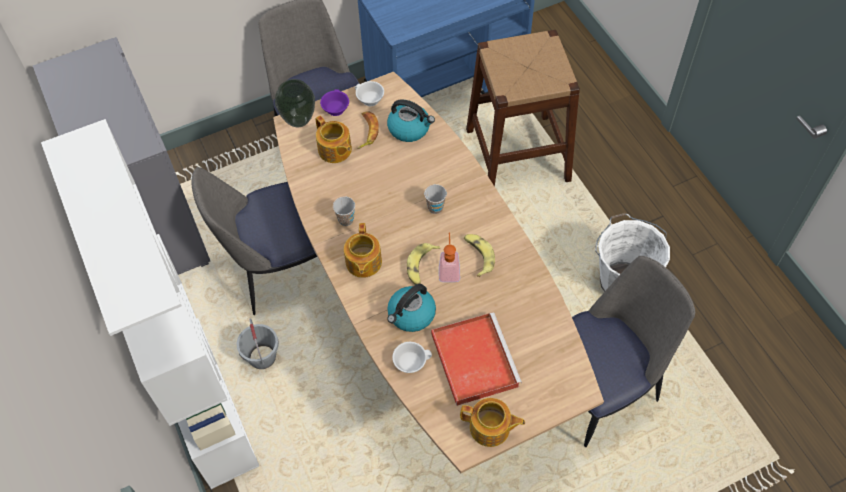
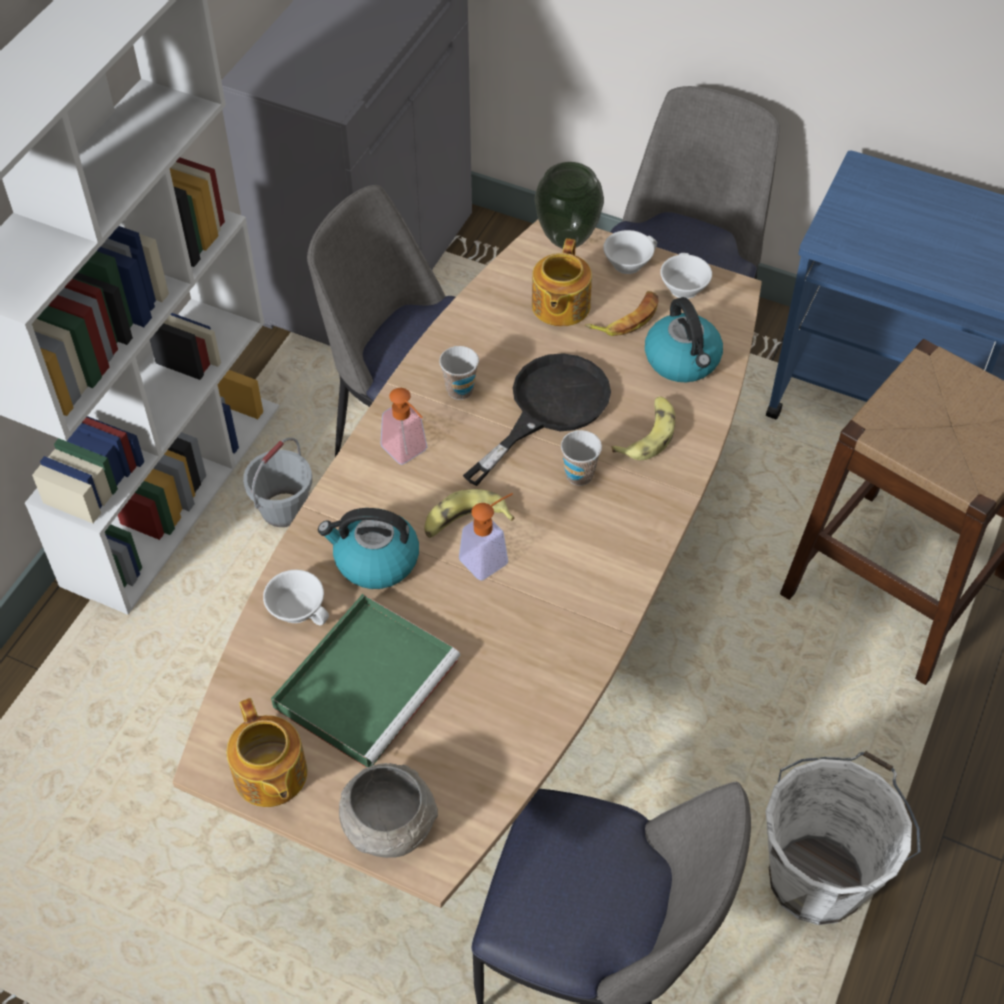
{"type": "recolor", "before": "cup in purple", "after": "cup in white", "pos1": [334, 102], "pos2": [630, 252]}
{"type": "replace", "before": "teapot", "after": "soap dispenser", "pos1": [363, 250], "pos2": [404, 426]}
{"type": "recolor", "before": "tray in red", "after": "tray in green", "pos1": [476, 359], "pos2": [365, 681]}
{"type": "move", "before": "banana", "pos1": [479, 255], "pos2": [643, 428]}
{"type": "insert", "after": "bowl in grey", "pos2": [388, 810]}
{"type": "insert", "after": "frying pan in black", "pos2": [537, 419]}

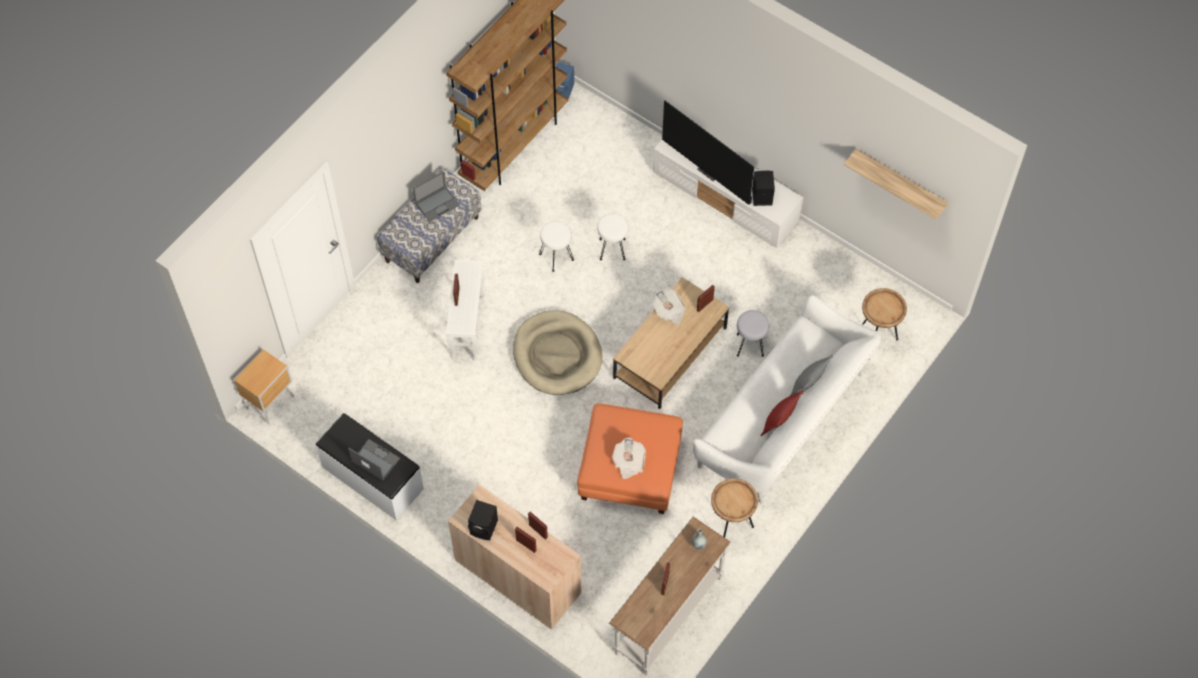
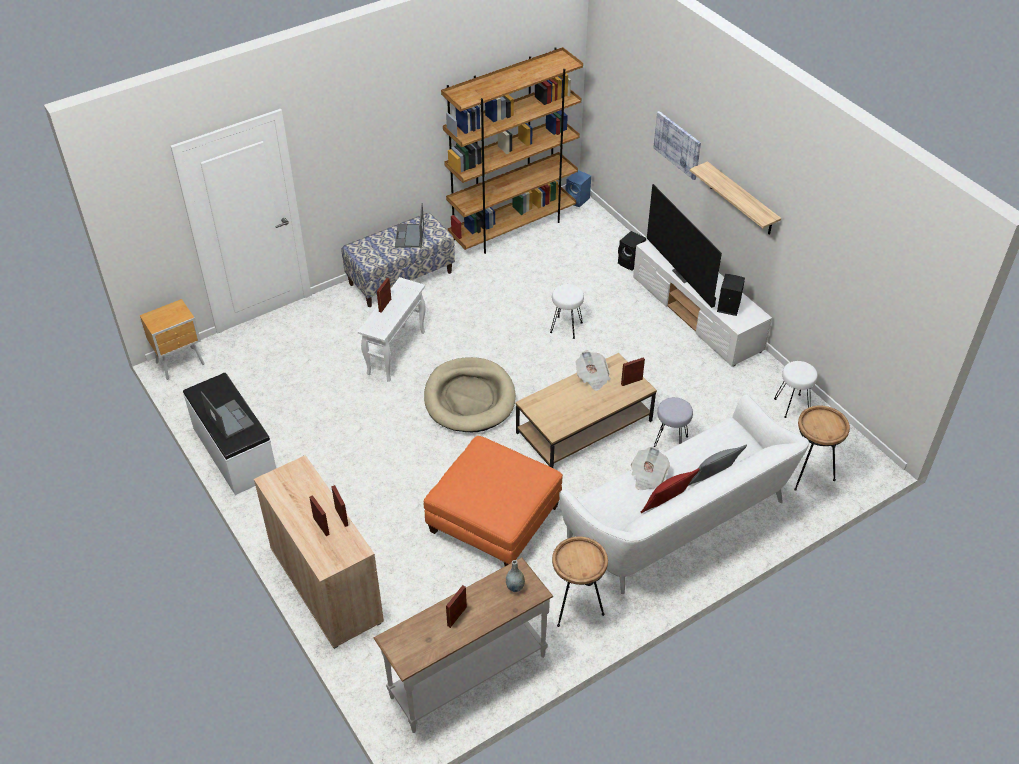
{"type": "rotate", "before": "laptop", "pos1": [436, 196], "pos2": [409, 225], "turn": 105}
{"type": "move", "before": "speaker in black", "pos1": [483, 520], "pos2": [632, 251]}
{"type": "move", "before": "stool in white", "pos1": [556, 246], "pos2": [796, 389]}
{"type": "move", "before": "newspaper", "pos1": [629, 458], "pos2": [650, 468]}
{"type": "move", "before": "shelf", "pos1": [896, 184], "pos2": [735, 198]}
{"type": "insert", "after": "picture", "pos2": [677, 145]}

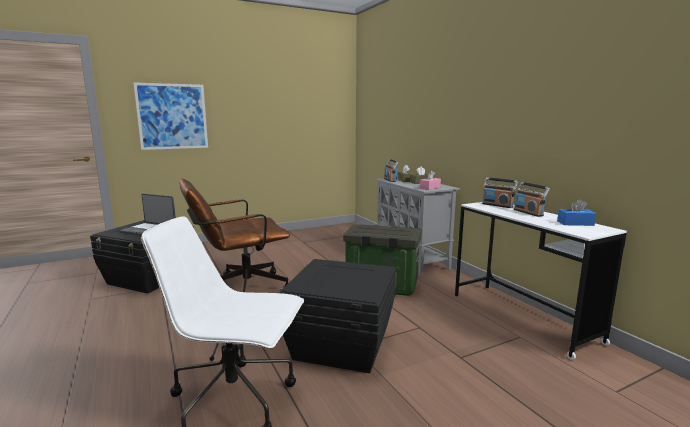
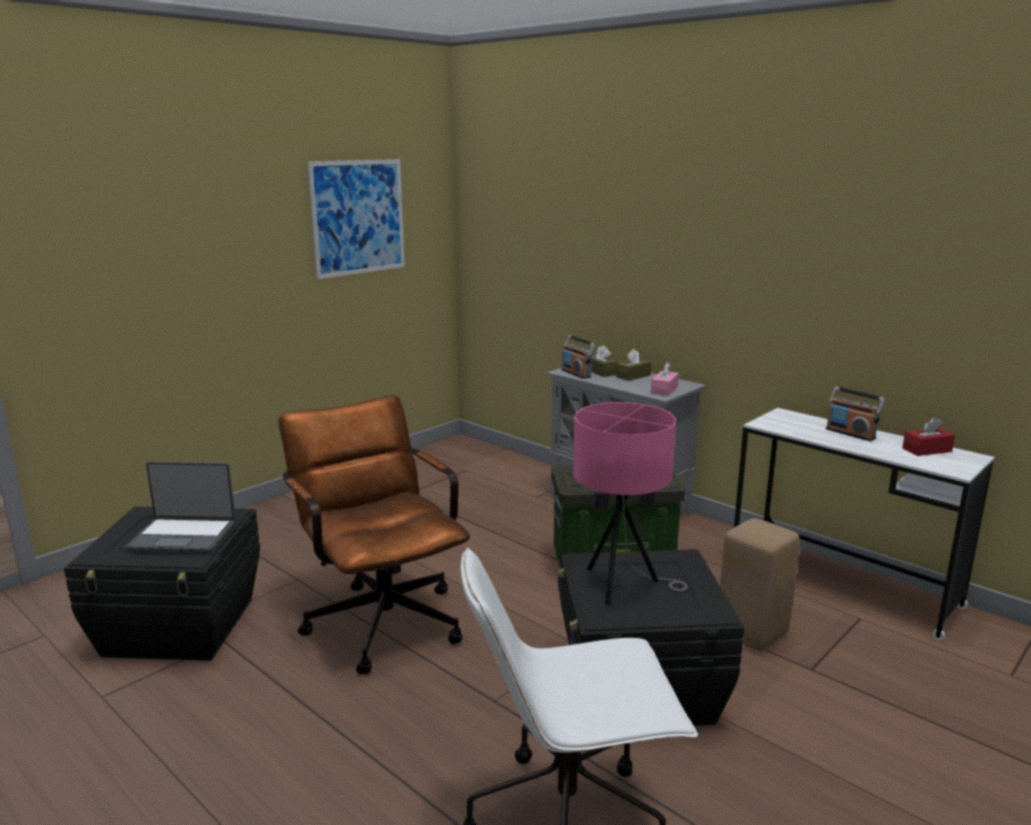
{"type": "move", "before": "picture", "pos1": [170, 116], "pos2": [356, 219]}
{"type": "rotate", "before": "office chair in brown", "pos1": [234, 235], "pos2": [374, 535], "turn": 105}
{"type": "delete", "before": "radio", "pos1": [500, 192]}
{"type": "recolor", "before": "tissue box in blue", "after": "tissue box in red", "pos1": [576, 212], "pos2": [928, 436]}
{"type": "insert", "after": "table lamp in pink", "pos2": [630, 503]}
{"type": "insert", "after": "stool in beige", "pos2": [760, 584]}

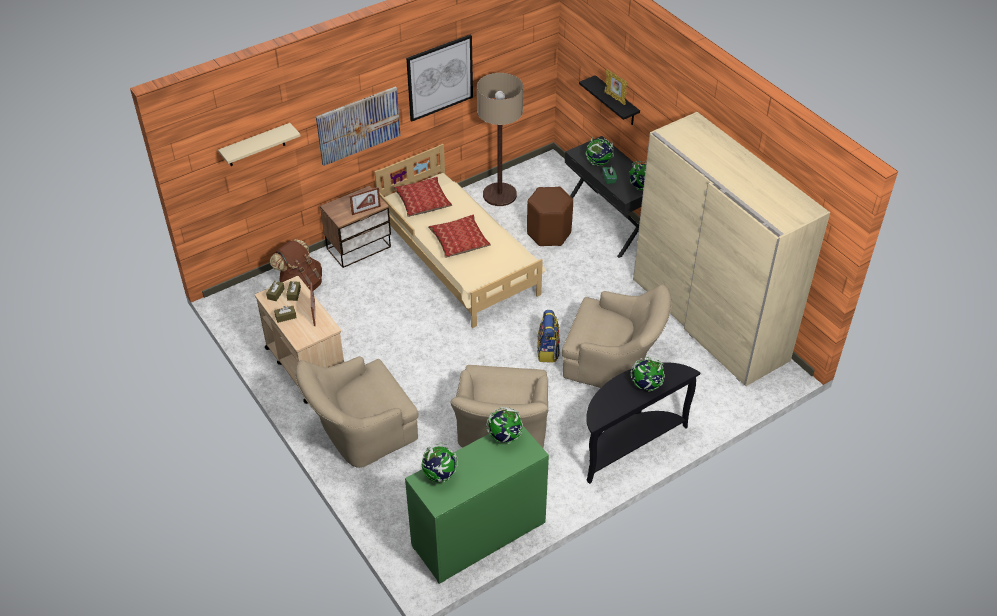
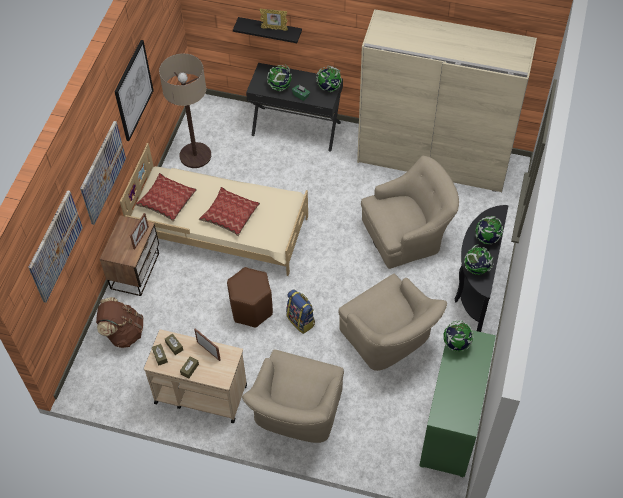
{"type": "replace", "before": "shelf in beige", "after": "picture", "pos1": [259, 144], "pos2": [55, 246]}
{"type": "move", "before": "globe", "pos1": [439, 462], "pos2": [479, 259]}
{"type": "move", "before": "stool in brown", "pos1": [550, 216], "pos2": [250, 297]}
{"type": "move", "before": "backpack", "pos1": [548, 336], "pos2": [300, 311]}

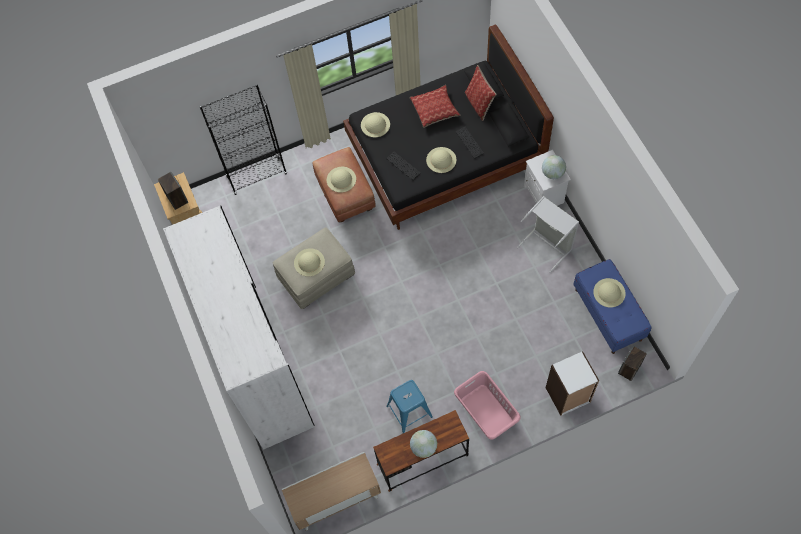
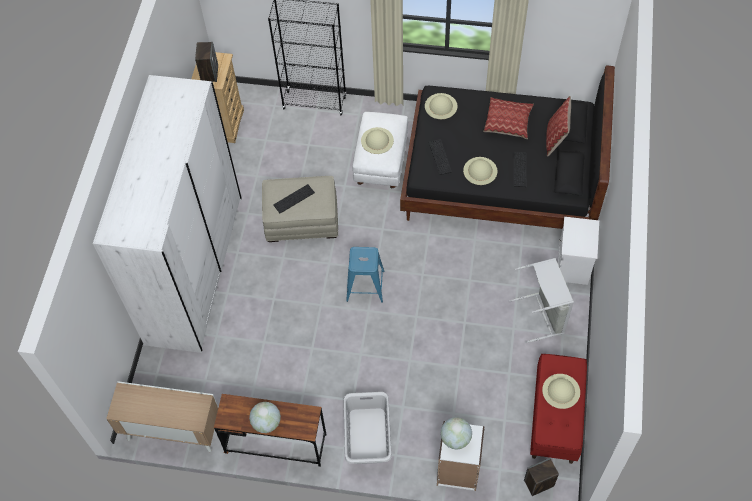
{"type": "replace", "before": "hat in beige", "after": "keyboard", "pos1": [309, 262], "pos2": [294, 198]}
{"type": "recolor", "before": "ottoman in brown", "after": "ottoman in white", "pos1": [344, 185], "pos2": [380, 150]}
{"type": "move", "before": "stool in blue", "pos1": [409, 406], "pos2": [365, 275]}
{"type": "recolor", "before": "laundry basket in pink", "after": "laundry basket in grey", "pos1": [487, 405], "pos2": [367, 428]}
{"type": "move", "before": "globe", "pos1": [554, 167], "pos2": [456, 433]}
{"type": "recolor", "before": "bench in blue", "after": "bench in red", "pos1": [612, 306], "pos2": [558, 409]}

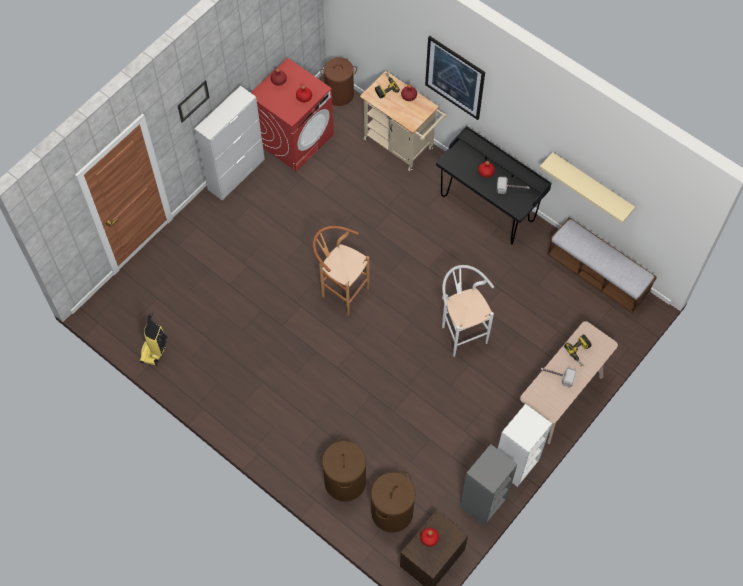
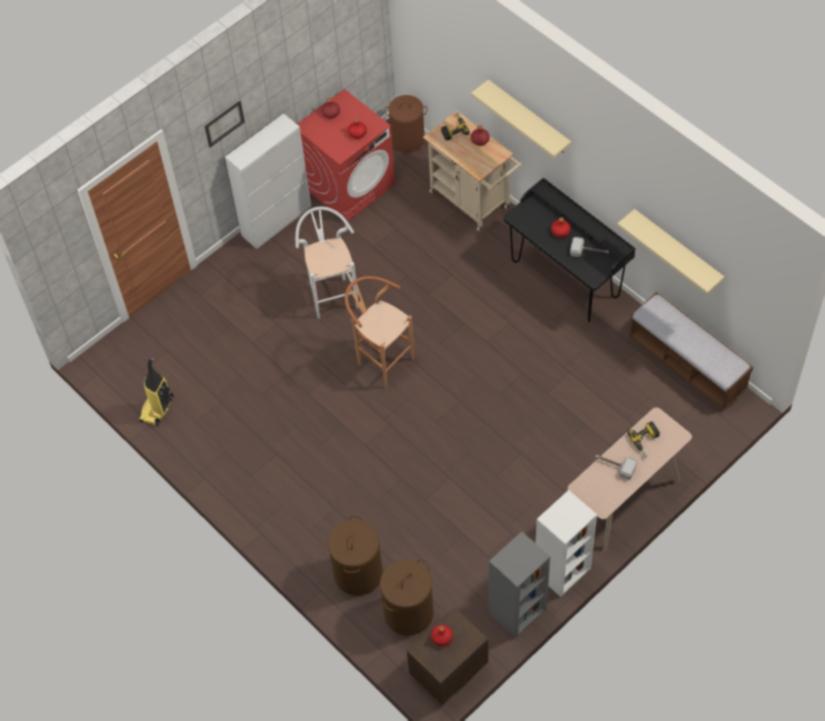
{"type": "replace", "before": "picture", "after": "shelf in beige", "pos1": [455, 78], "pos2": [521, 118]}
{"type": "move", "before": "stool in white", "pos1": [468, 311], "pos2": [327, 263]}

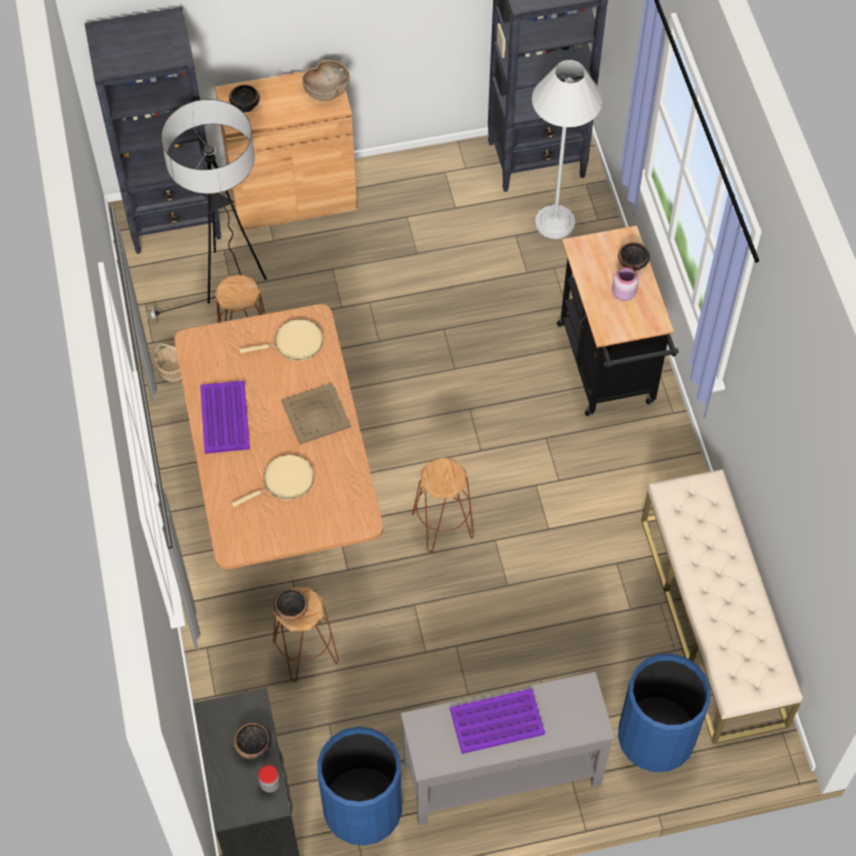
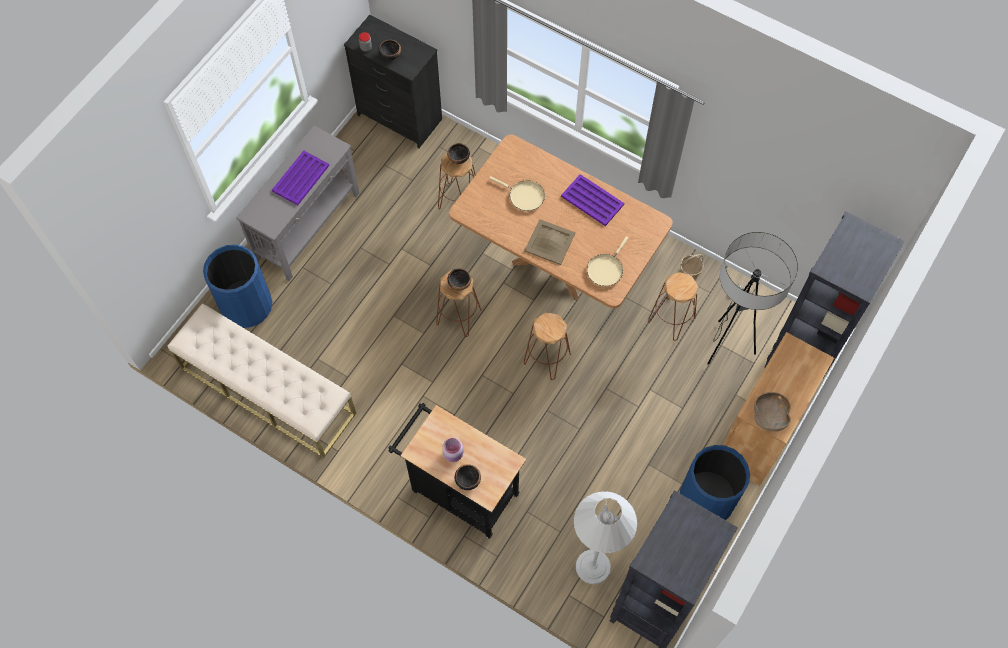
{"type": "move", "before": "bowl", "pos1": [244, 98], "pos2": [459, 279]}
{"type": "rotate", "before": "frying pan in beige", "pos1": [273, 481], "pos2": [517, 193], "turn": -75}
{"type": "move", "before": "trash can in blue", "pos1": [359, 786], "pos2": [715, 482]}
{"type": "insert", "after": "stool in brown", "pos2": [547, 346]}

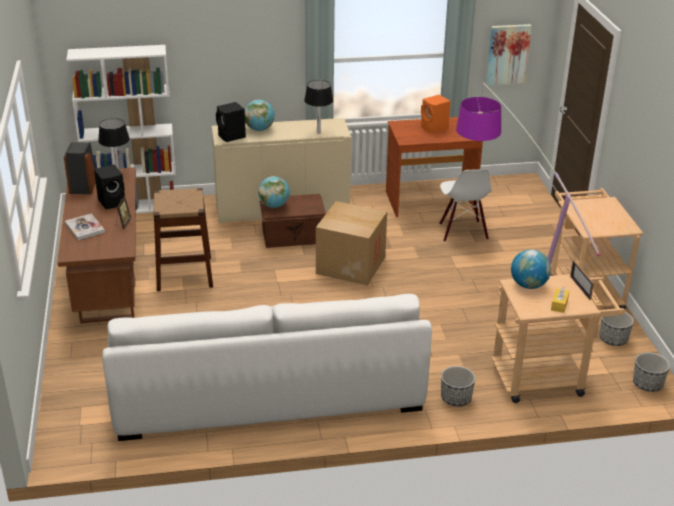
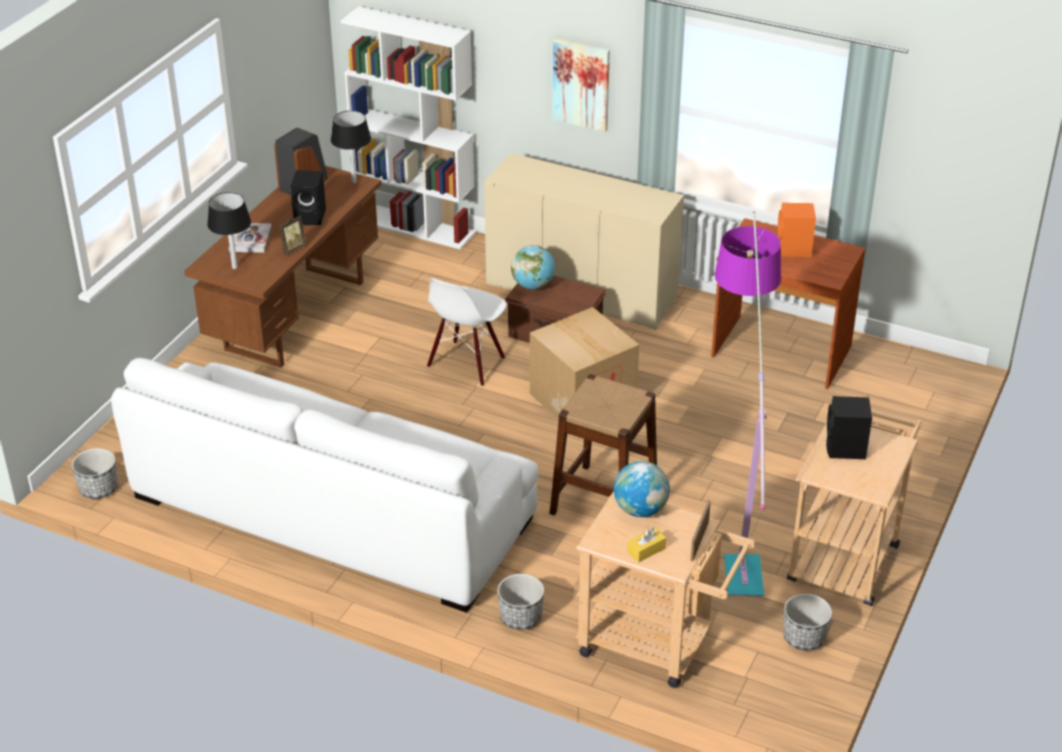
{"type": "move", "before": "stool in brown", "pos1": [183, 239], "pos2": [603, 444]}
{"type": "move", "before": "speaker in black", "pos1": [231, 122], "pos2": [849, 427]}
{"type": "delete", "before": "globe", "pos1": [260, 115]}
{"type": "move", "before": "table lamp in black", "pos1": [319, 107], "pos2": [229, 230]}
{"type": "move", "before": "chair in white", "pos1": [465, 205], "pos2": [467, 332]}
{"type": "move", "before": "picture", "pos1": [509, 54], "pos2": [581, 85]}
{"type": "move", "before": "planter", "pos1": [651, 372], "pos2": [95, 473]}

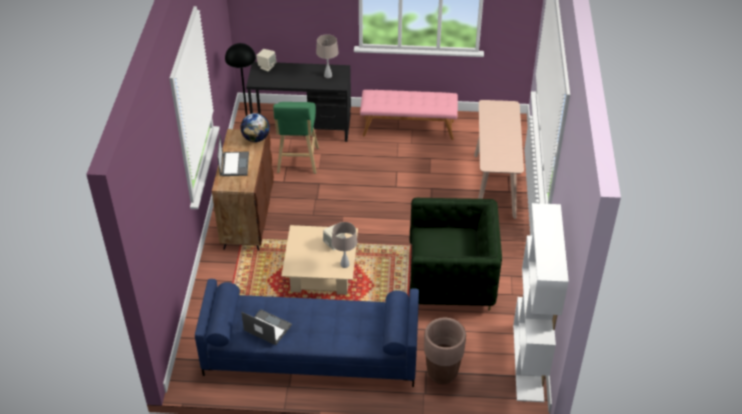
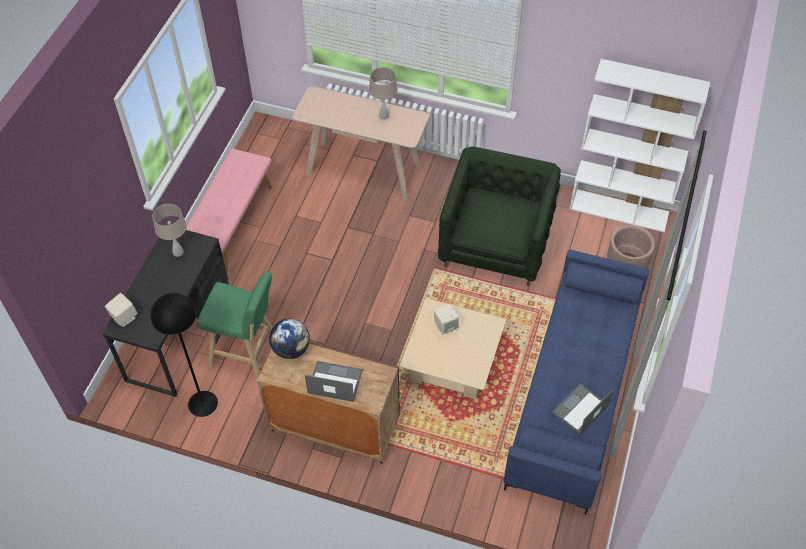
{"type": "move", "before": "table lamp in beige", "pos1": [344, 245], "pos2": [383, 93]}

